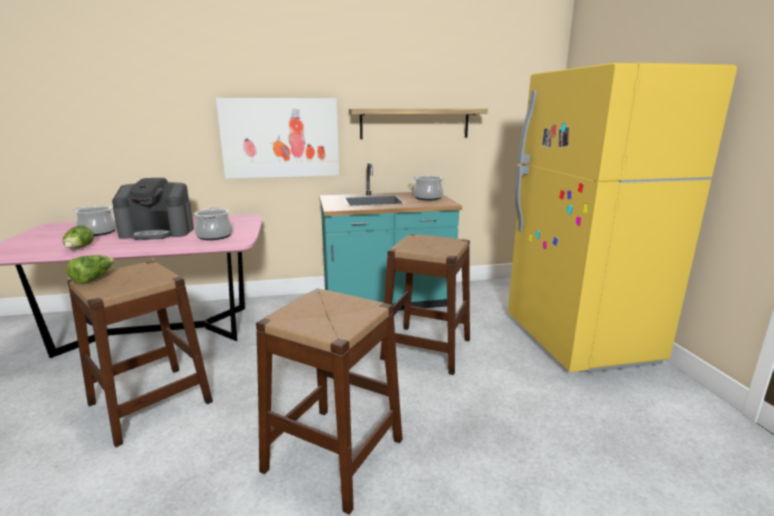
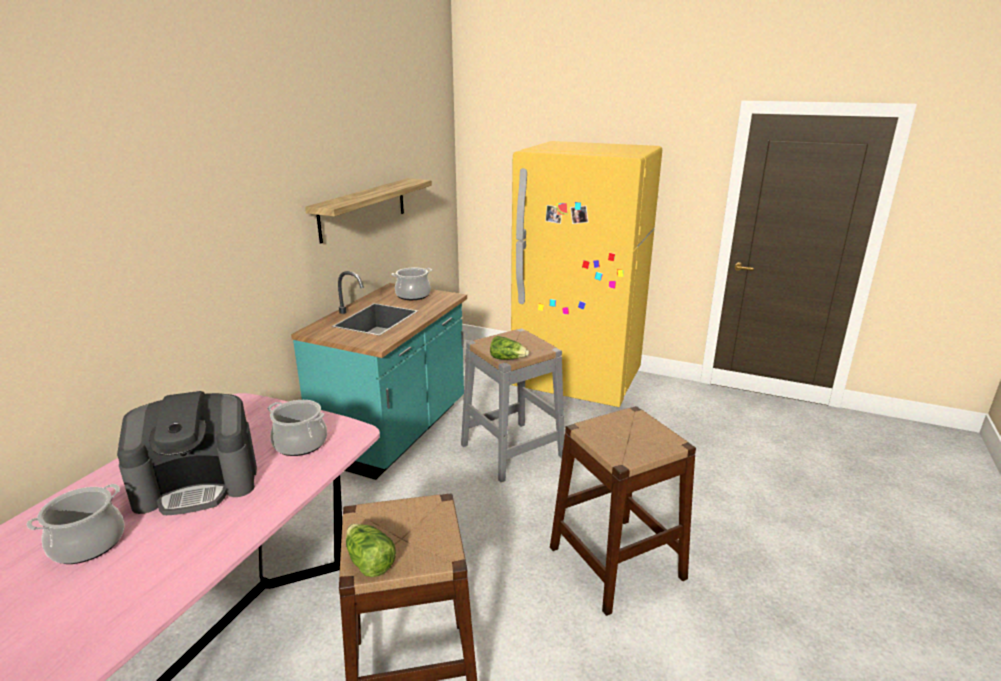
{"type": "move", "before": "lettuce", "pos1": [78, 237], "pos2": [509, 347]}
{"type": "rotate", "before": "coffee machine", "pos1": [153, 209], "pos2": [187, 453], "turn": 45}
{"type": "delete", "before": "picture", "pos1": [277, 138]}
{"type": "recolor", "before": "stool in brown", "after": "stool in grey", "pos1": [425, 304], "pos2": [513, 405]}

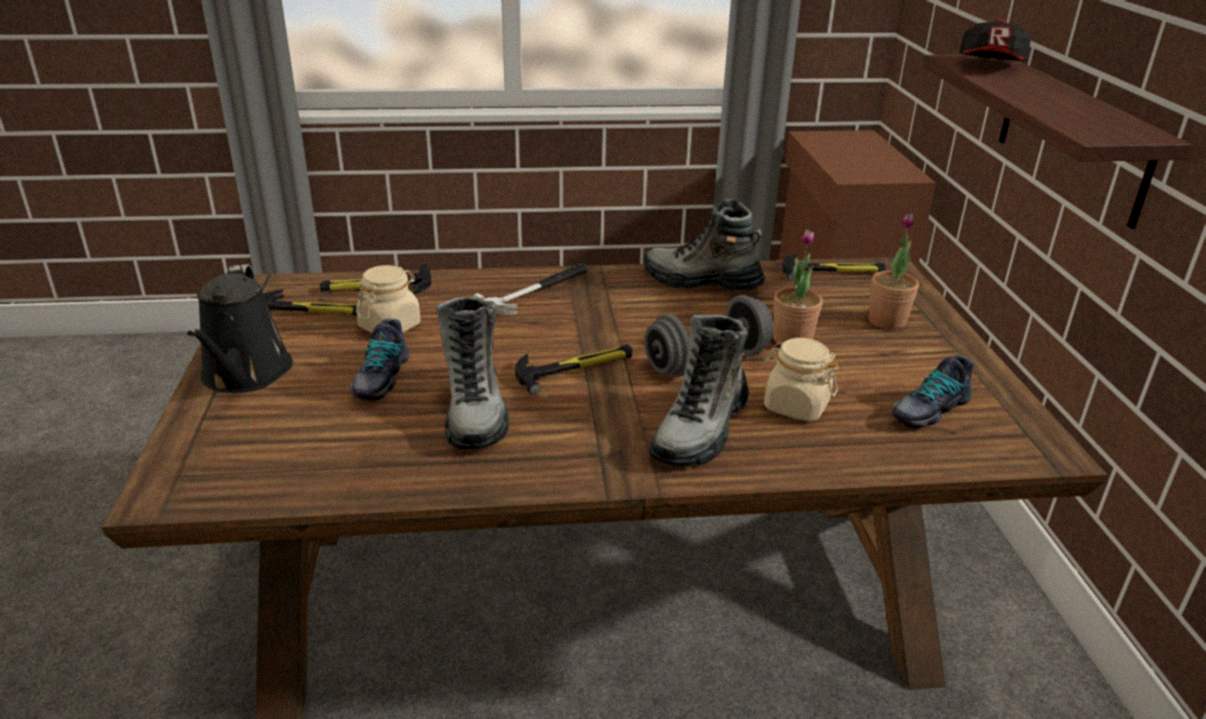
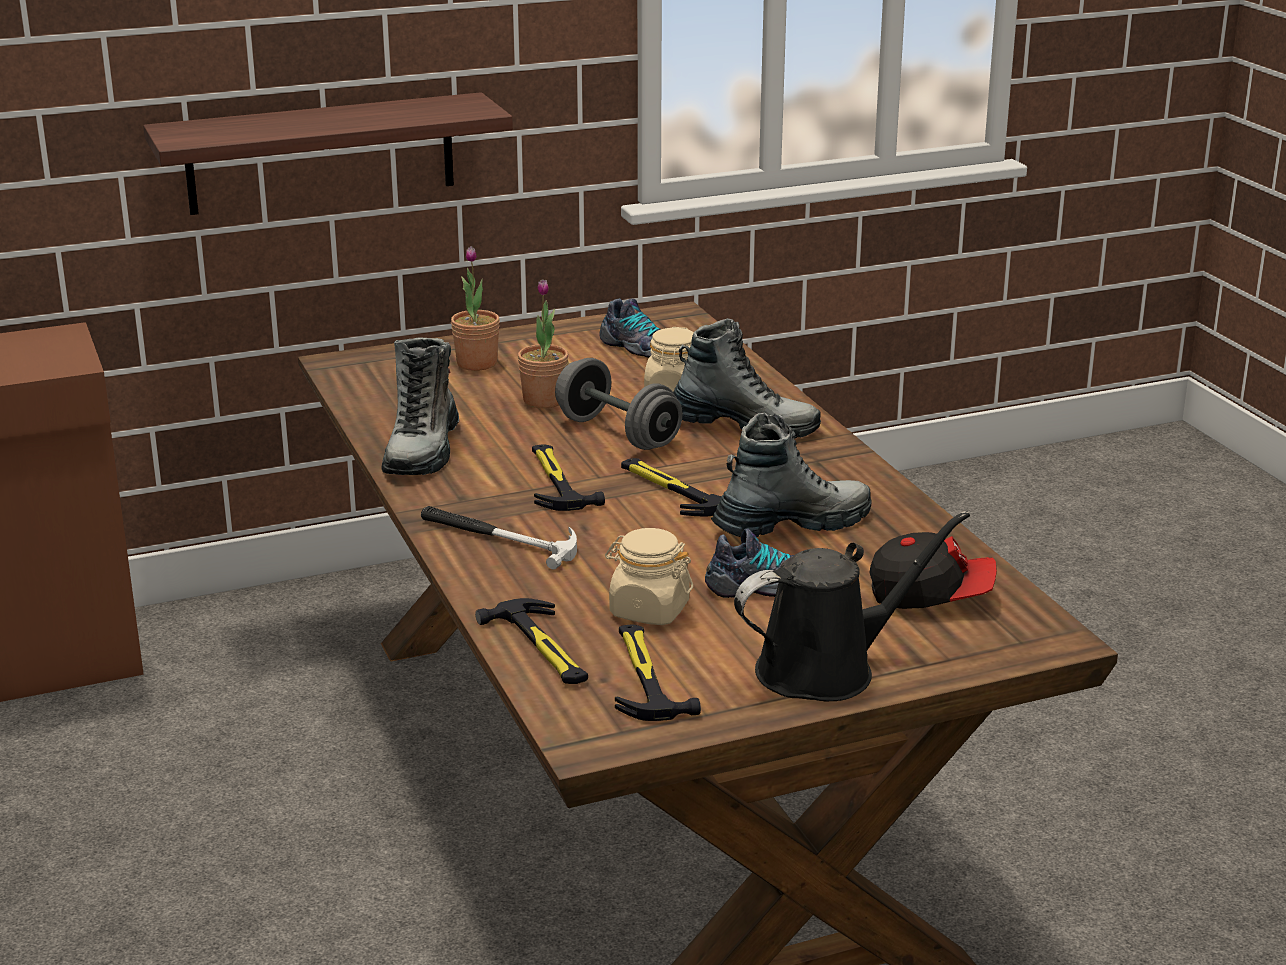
{"type": "move", "before": "hammer", "pos1": [834, 267], "pos2": [568, 477]}
{"type": "move", "before": "cap", "pos1": [995, 40], "pos2": [933, 570]}

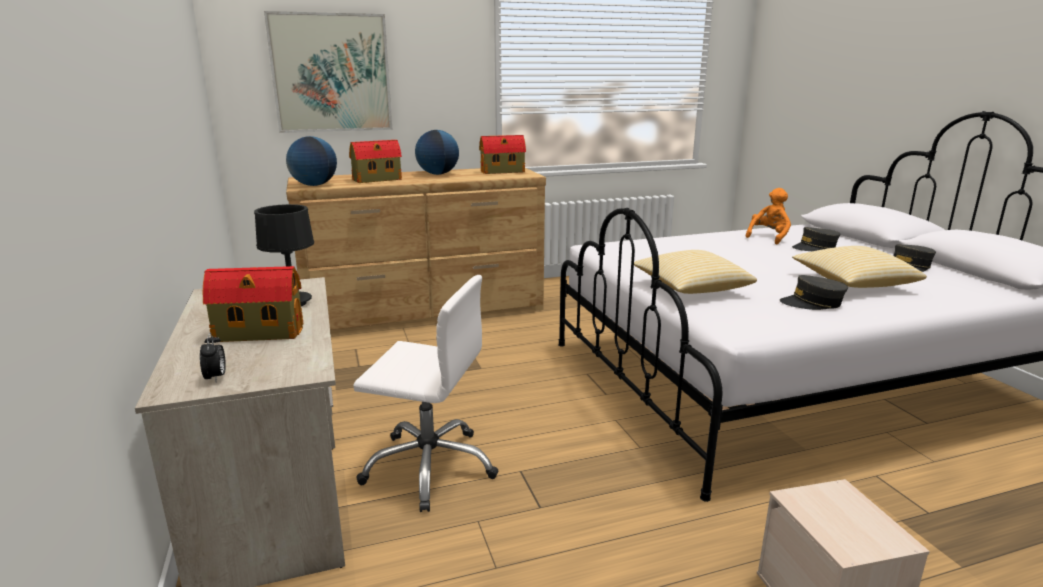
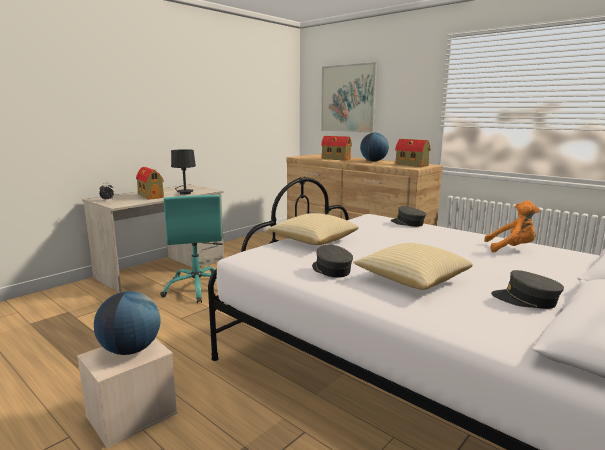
{"type": "move", "before": "globe", "pos1": [311, 161], "pos2": [127, 323]}
{"type": "recolor", "before": "office chair in white", "after": "office chair in turquoise", "pos1": [426, 393], "pos2": [191, 249]}
{"type": "move", "before": "cap in grey", "pos1": [816, 239], "pos2": [408, 216]}

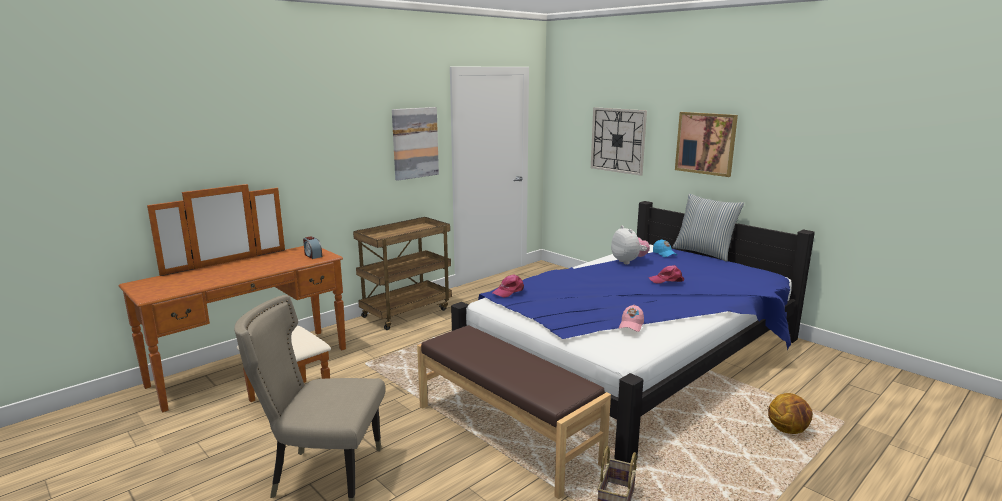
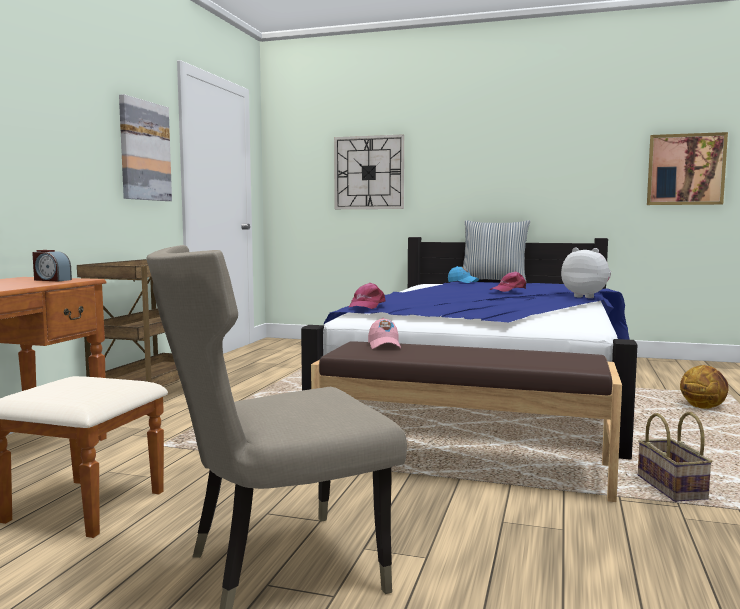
{"type": "move", "before": "plush toy", "pos1": [630, 245], "pos2": [586, 272]}
{"type": "move", "before": "cap in pink", "pos1": [631, 318], "pos2": [384, 333]}
{"type": "move", "before": "picture", "pos1": [706, 144], "pos2": [687, 168]}

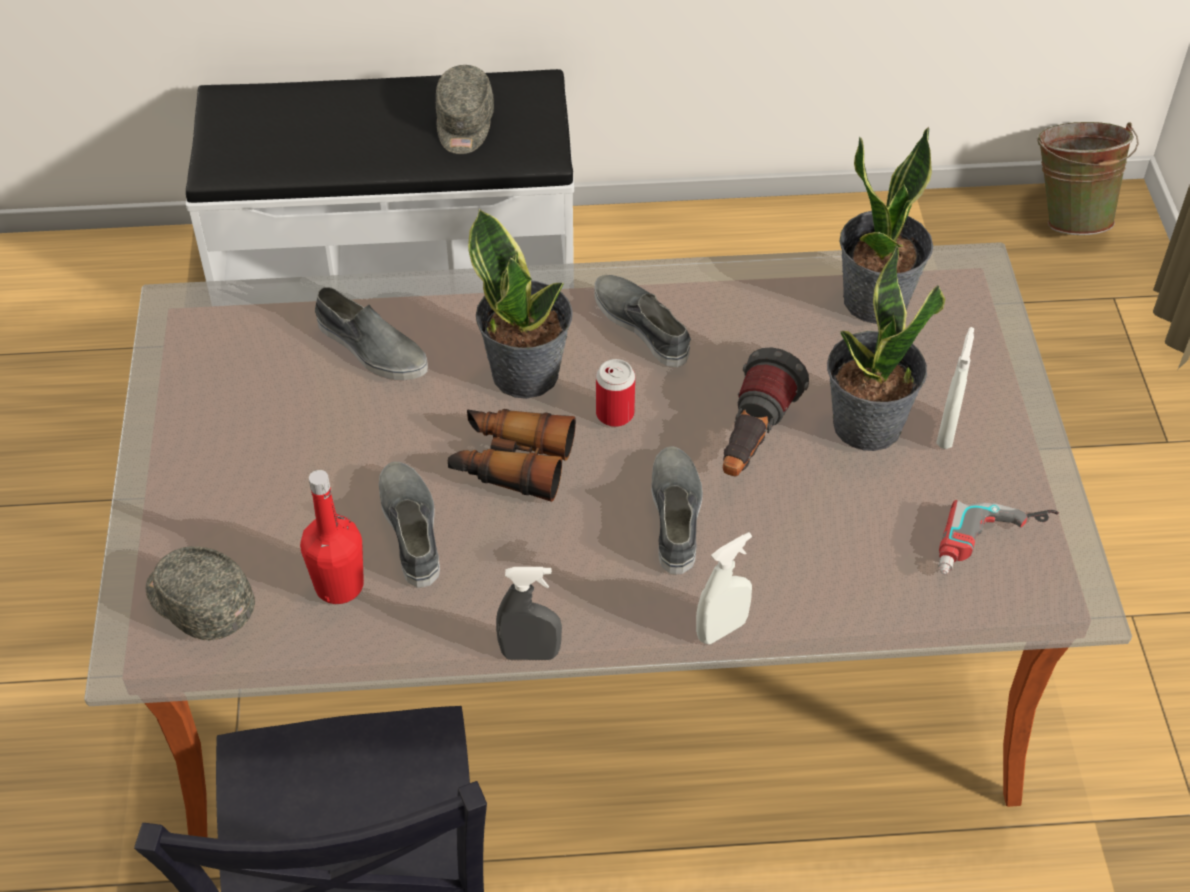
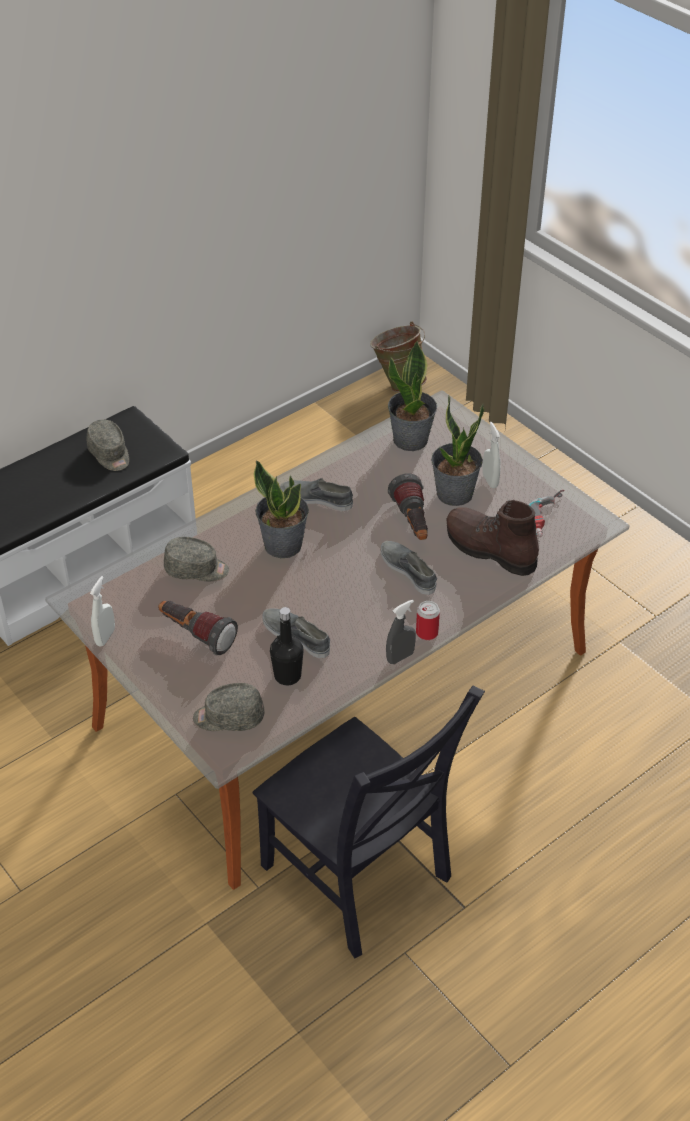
{"type": "recolor", "before": "bottle in red", "after": "bottle in black", "pos1": [332, 537], "pos2": [286, 646]}
{"type": "replace", "before": "shoe in grey", "after": "cap in grey", "pos1": [371, 333], "pos2": [196, 559]}
{"type": "delete", "before": "binoculars", "pos1": [512, 455]}
{"type": "move", "before": "can", "pos1": [615, 393], "pos2": [428, 620]}
{"type": "move", "before": "spray bottle in white", "pos1": [724, 588], "pos2": [102, 611]}
{"type": "insert", "after": "flashlight", "pos2": [198, 628]}
{"type": "insert", "after": "boot in brown", "pos2": [492, 538]}

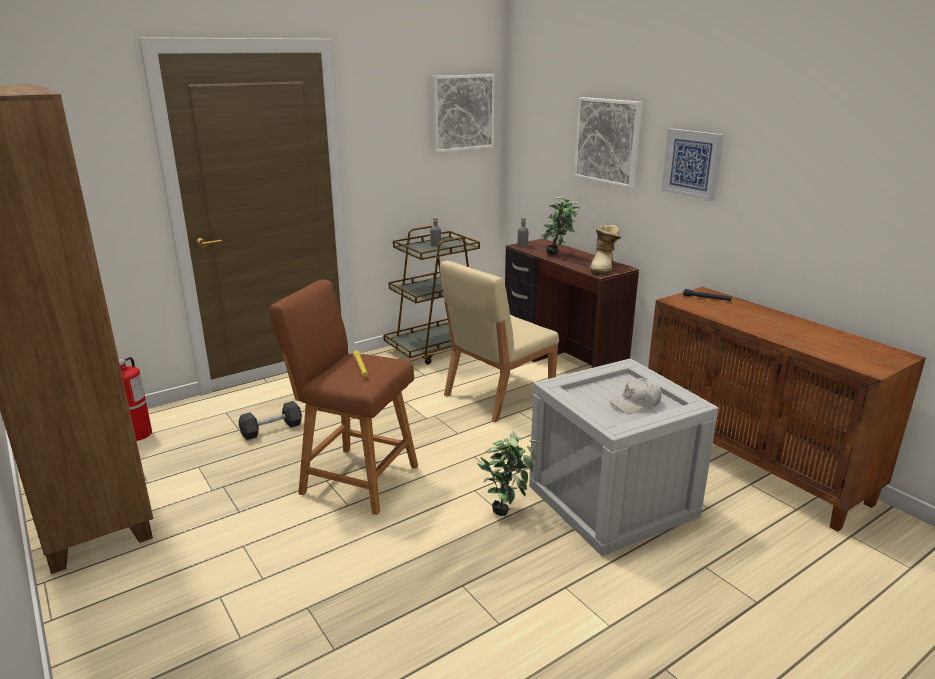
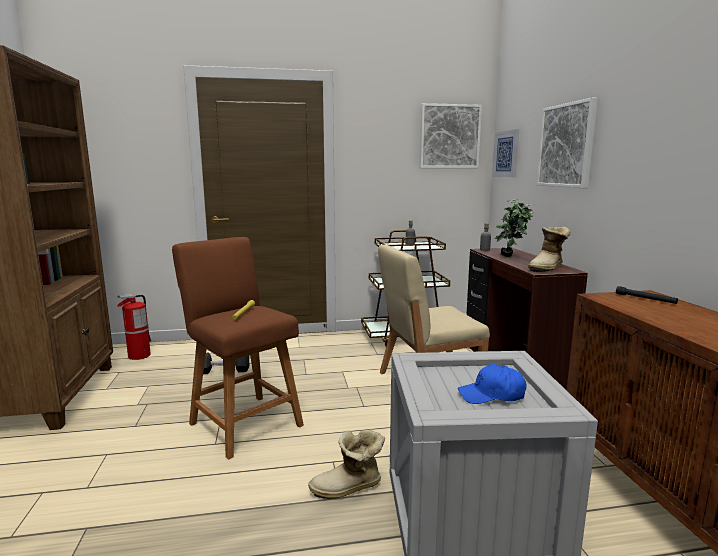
{"type": "replace", "before": "potted plant", "after": "boot", "pos1": [508, 474], "pos2": [346, 464]}
{"type": "recolor", "before": "cap in white", "after": "cap in blue", "pos1": [636, 396], "pos2": [492, 384]}
{"type": "move", "before": "picture", "pos1": [692, 165], "pos2": [505, 153]}

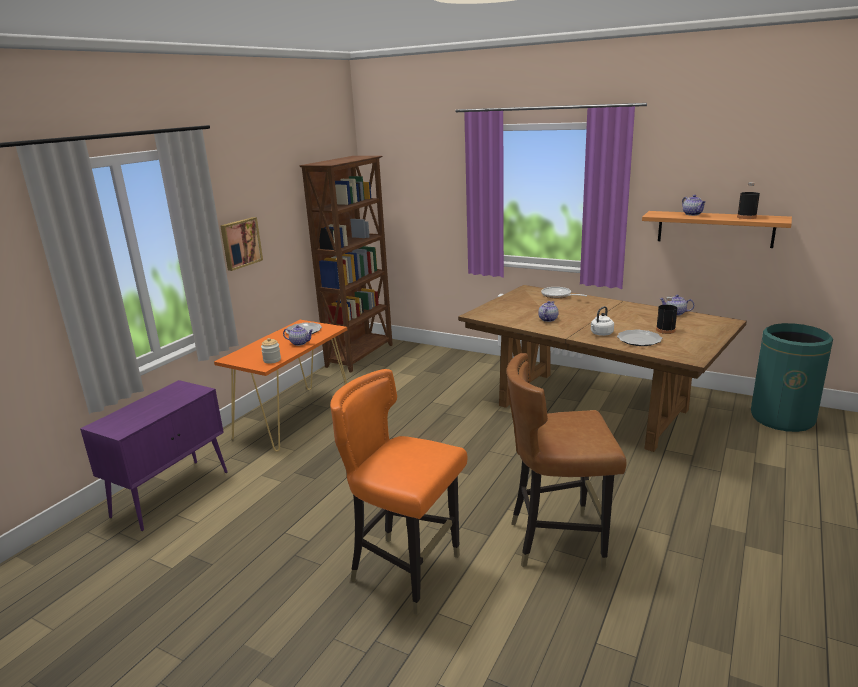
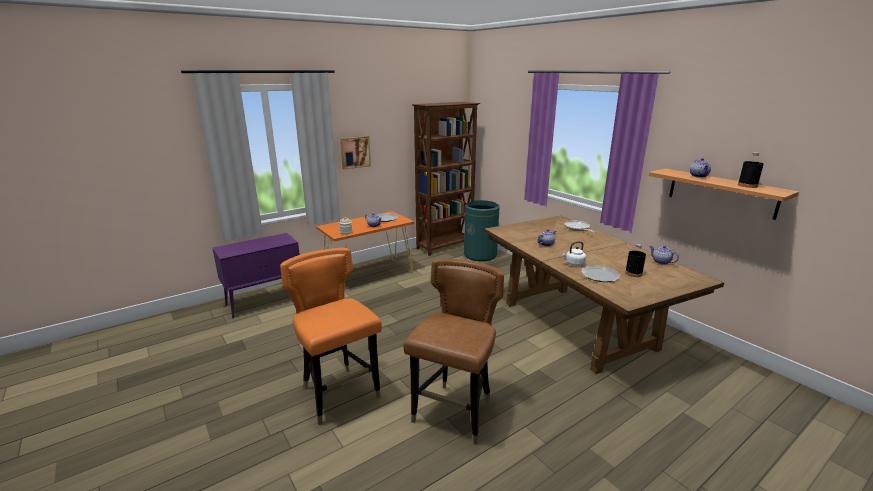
{"type": "rotate", "before": "chair in brown", "pos1": [567, 461], "pos2": [453, 352], "turn": 90}
{"type": "move", "before": "trash can in green", "pos1": [792, 377], "pos2": [482, 230]}

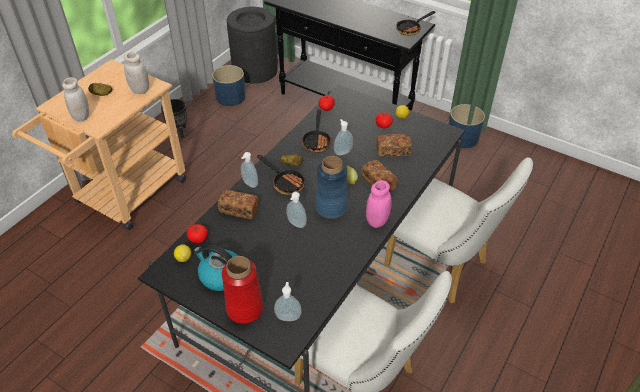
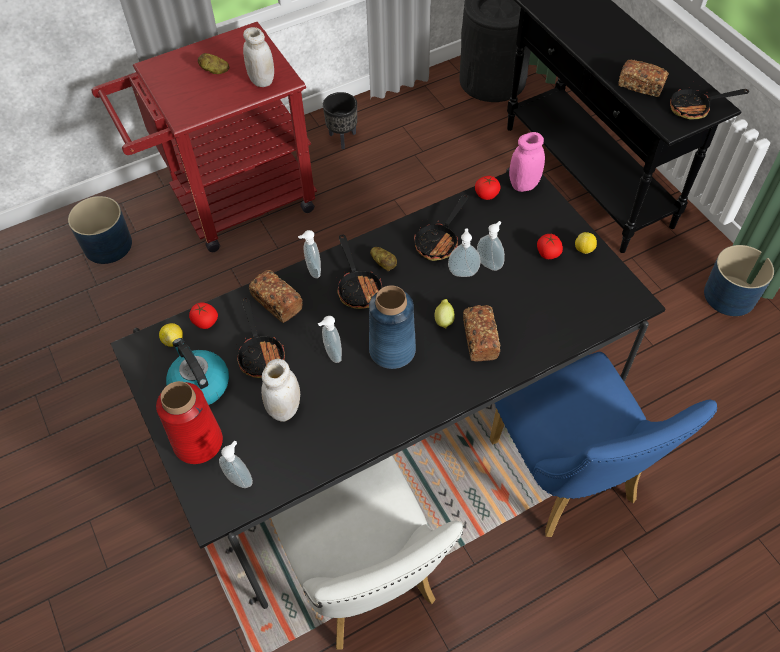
{"type": "recolor", "before": "cart in beige", "after": "cart in red", "pos1": [99, 144], "pos2": [204, 137]}
{"type": "move", "before": "jar in white", "pos1": [75, 99], "pos2": [280, 390]}
{"type": "move", "before": "planter in blue", "pos1": [229, 85], "pos2": [100, 230]}
{"type": "move", "before": "jar in pink", "pos1": [379, 204], "pos2": [527, 162]}
{"type": "move", "before": "bread", "pos1": [394, 145], "pos2": [643, 78]}
{"type": "recolor", "before": "chair in white", "after": "chair in blue", "pos1": [458, 230], "pos2": [603, 444]}
{"type": "insert", "after": "frying pan", "pos2": [260, 337]}
{"type": "insert", "after": "soap dispenser", "pos2": [491, 246]}

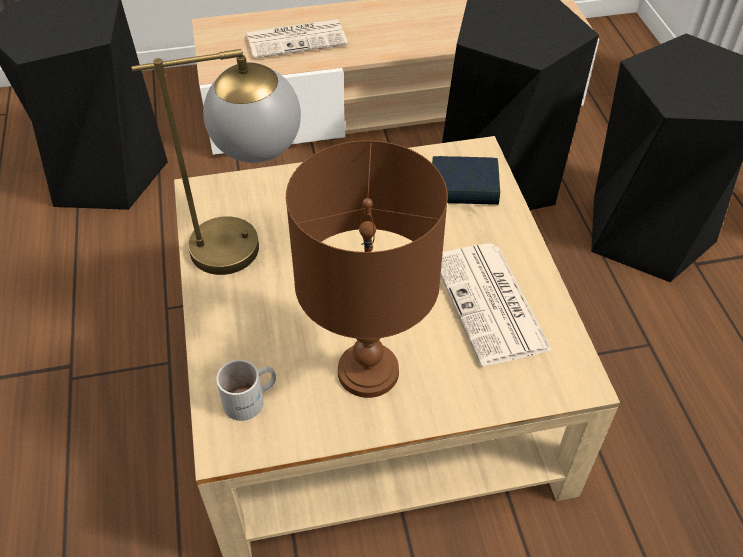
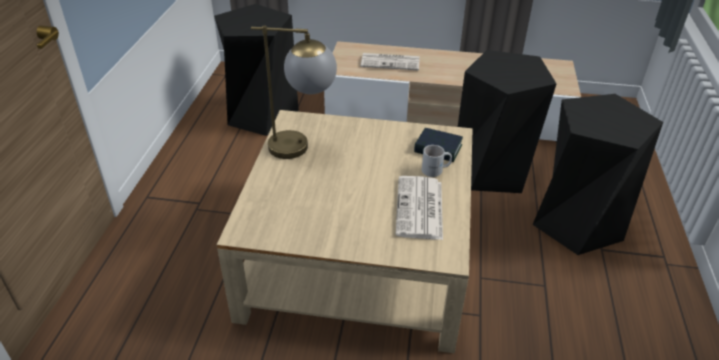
{"type": "move", "before": "mug in white", "pos1": [246, 390], "pos2": [437, 161]}
{"type": "delete", "before": "table lamp in brown", "pos1": [367, 269]}

